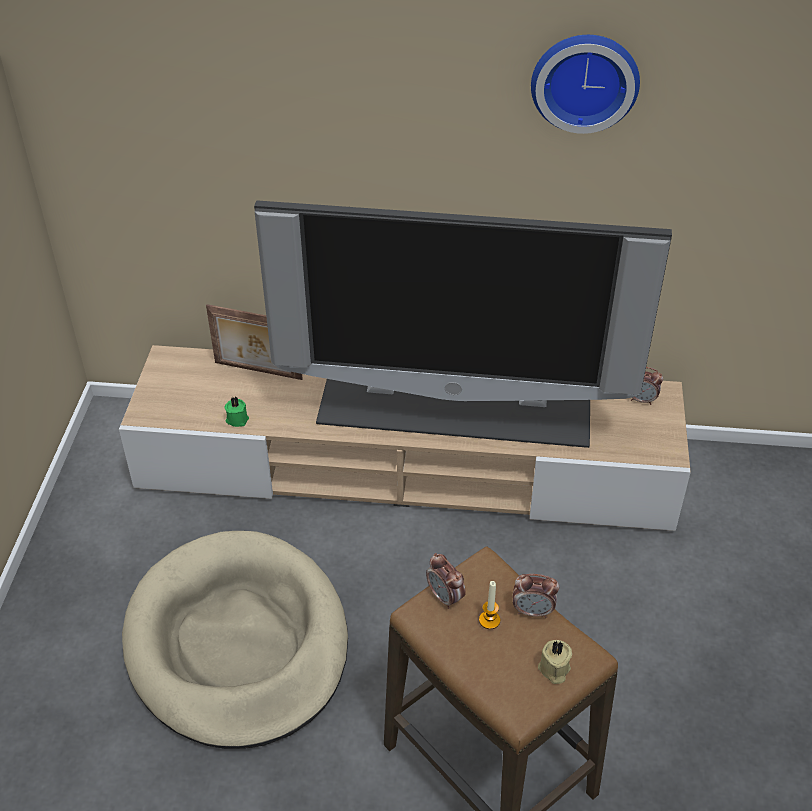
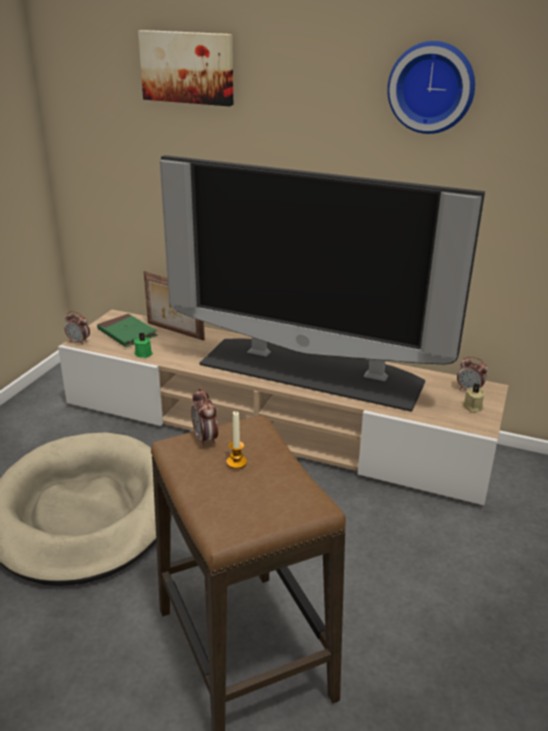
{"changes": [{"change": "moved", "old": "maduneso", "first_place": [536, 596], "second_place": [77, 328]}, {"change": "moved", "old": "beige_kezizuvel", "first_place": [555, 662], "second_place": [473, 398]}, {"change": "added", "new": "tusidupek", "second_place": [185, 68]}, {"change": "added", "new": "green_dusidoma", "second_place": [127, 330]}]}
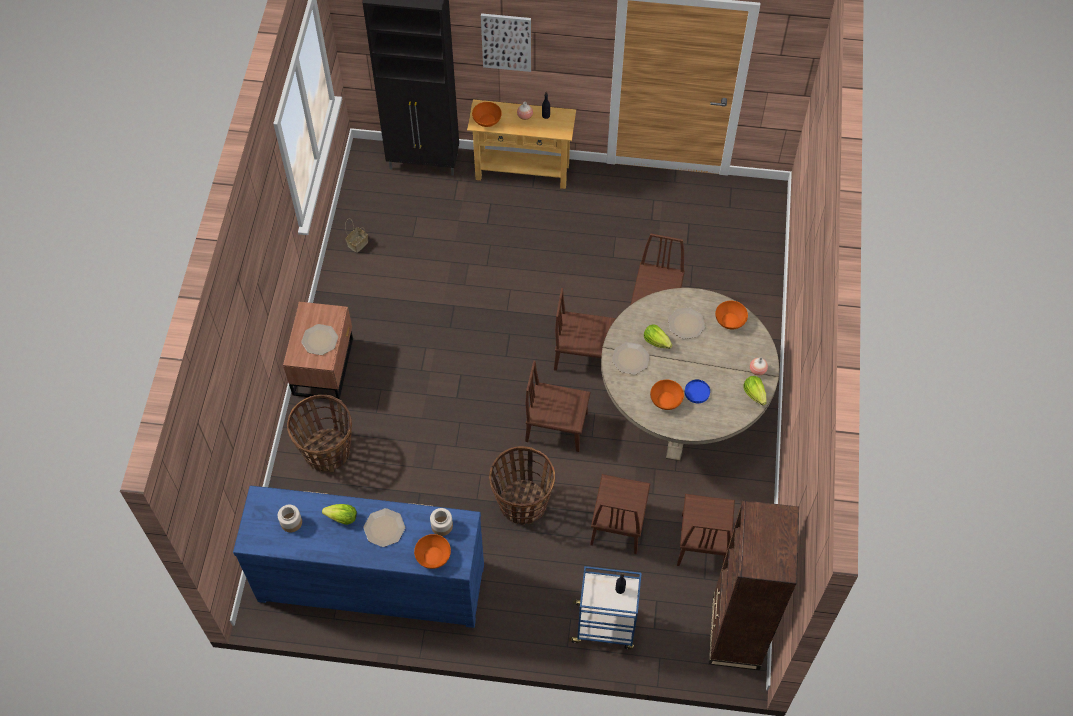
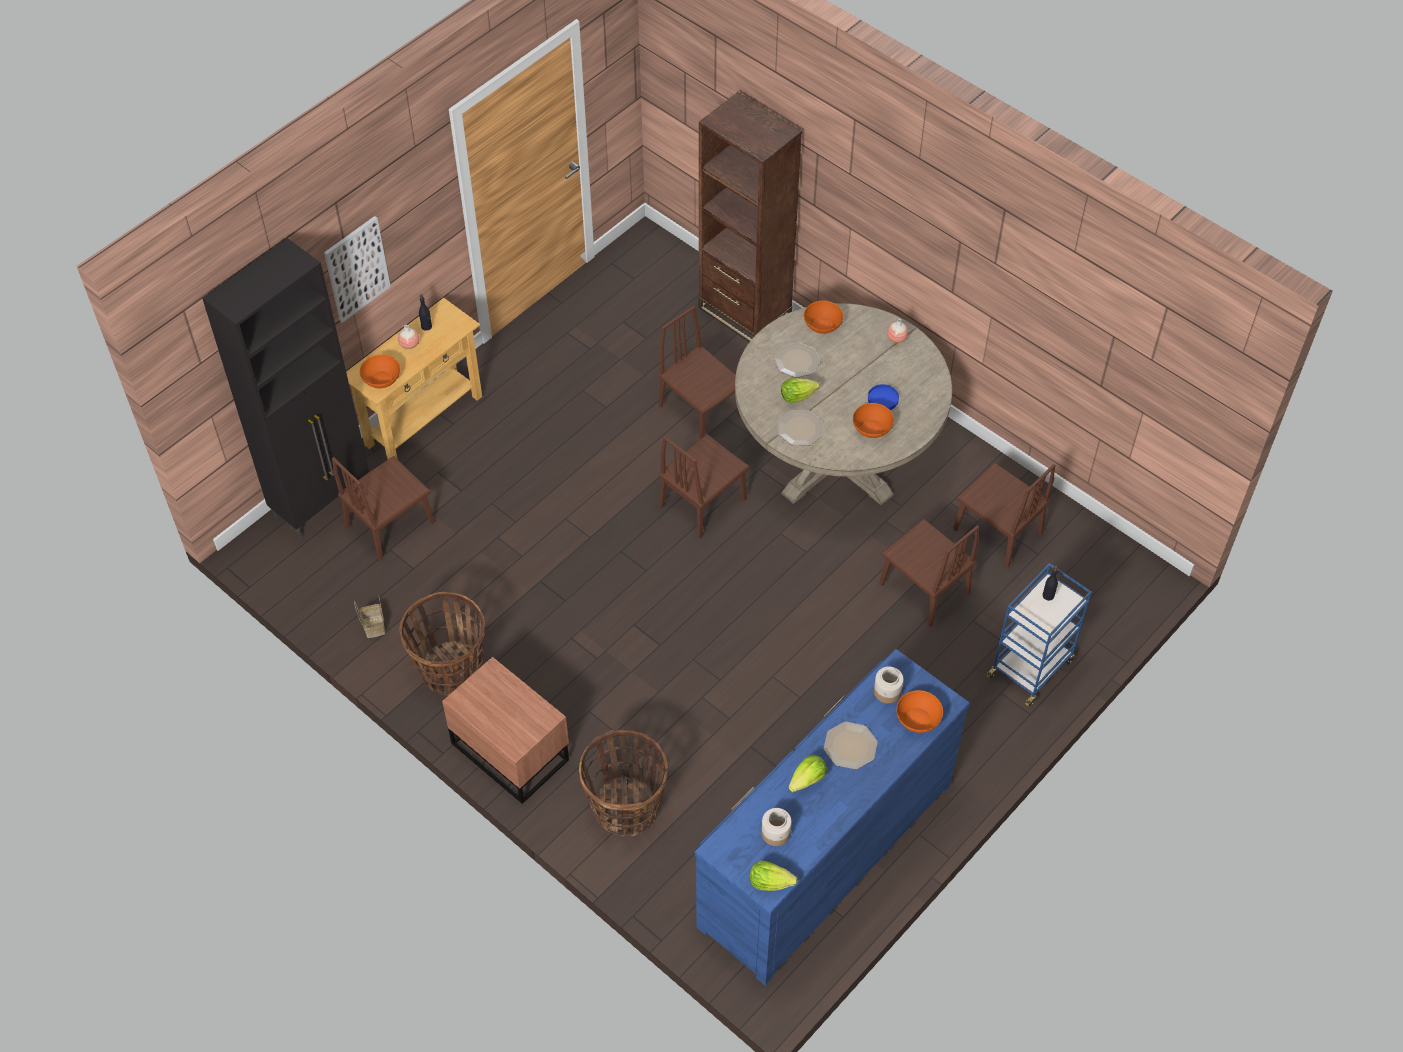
{"changes": [{"change": "removed", "old": "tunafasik", "first_place": [319, 339]}, {"change": "moved", "old": "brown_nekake", "first_place": [558, 406], "second_place": [383, 508]}, {"change": "moved", "old": "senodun", "first_place": [755, 390], "second_place": [773, 875]}, {"change": "moved", "old": "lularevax", "first_place": [522, 485], "second_place": [442, 644]}, {"change": "moved", "old": "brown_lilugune", "first_place": [754, 585], "second_place": [750, 217]}]}
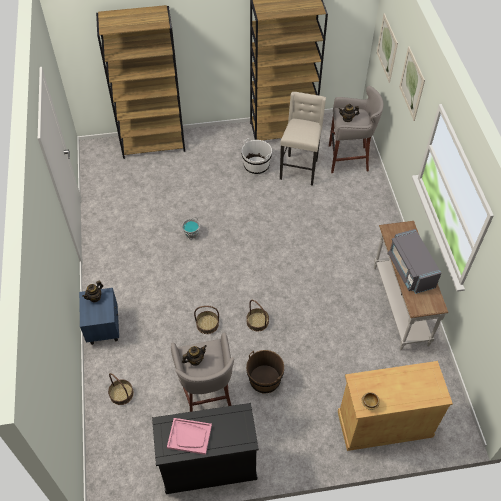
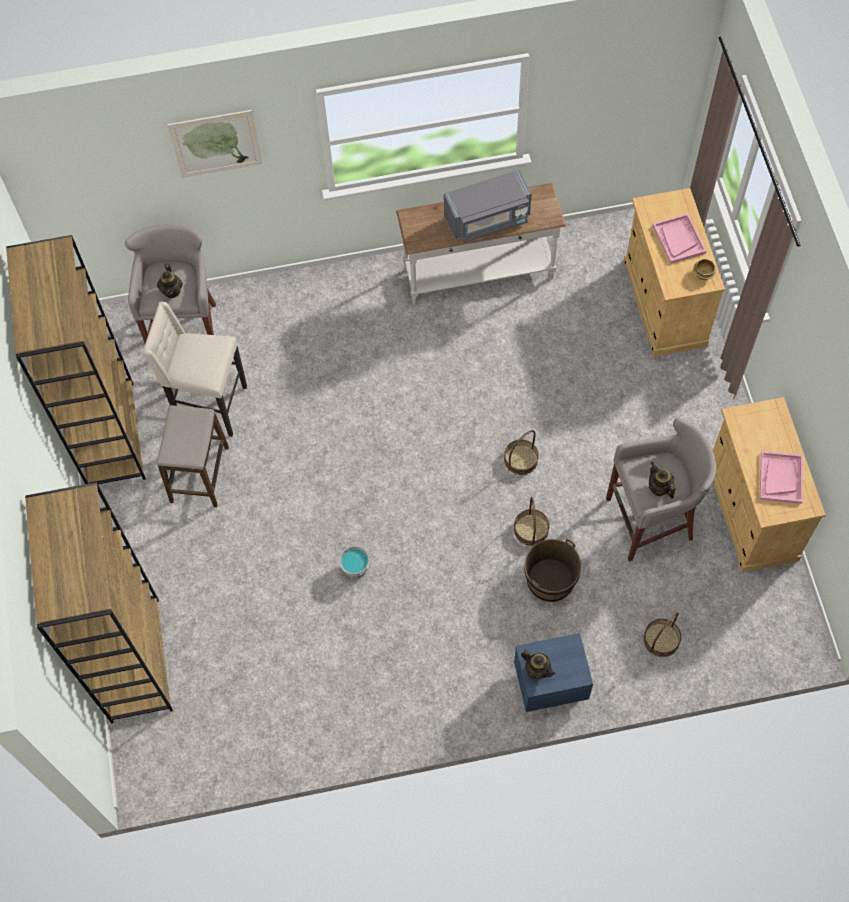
{"changes": [{"change": "removed", "old": "tusidupek", "first_place": [387, 48]}, {"change": "replaced", "old": "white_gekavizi", "new": "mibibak", "first_place": [257, 156], "second_place": [193, 456]}, {"change": "moved", "old": "brown_gekavizi", "first_place": [265, 372], "second_place": [552, 570]}, {"change": "recoloured", "old": "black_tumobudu", "new": "beige_tumobudu", "first_place": [205, 448], "second_place": [769, 484]}, {"change": "added", "new": "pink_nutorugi", "second_place": [679, 238]}]}
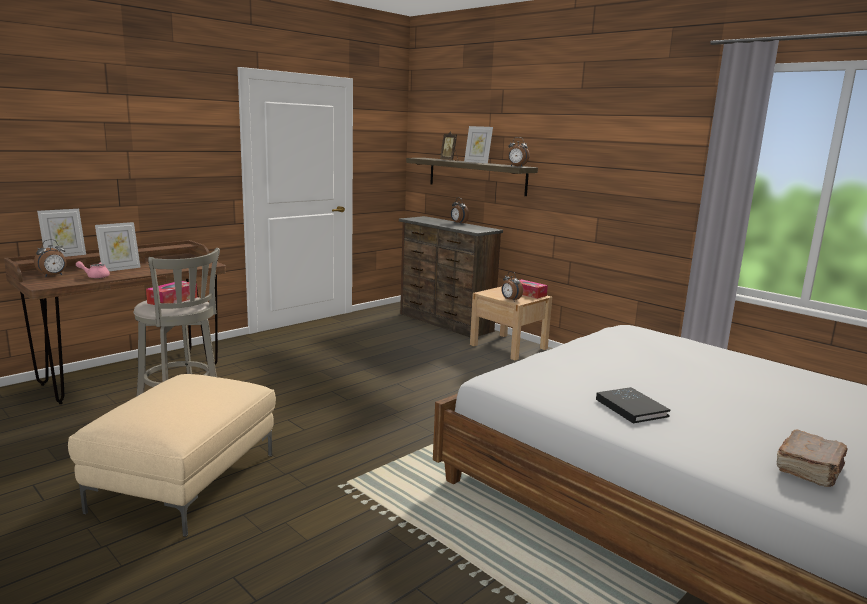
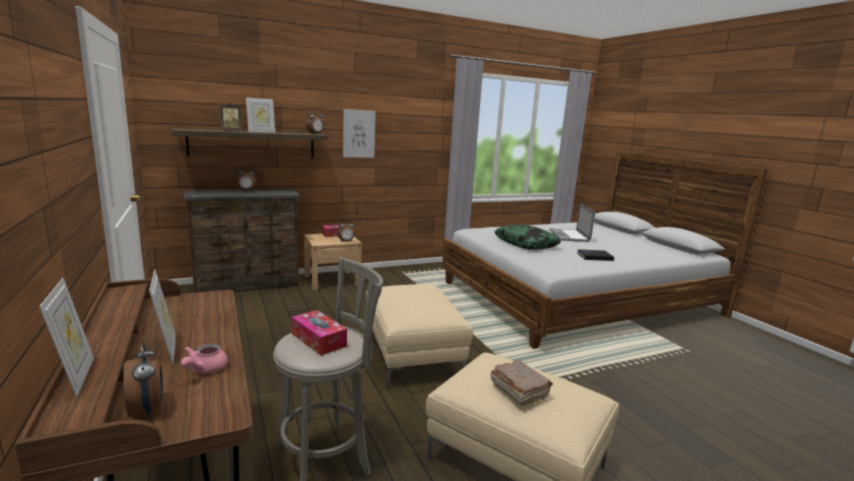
{"changes": [{"change": "moved", "old": "brown_dusidoma", "first_place": [812, 458], "second_place": [521, 382]}, {"change": "added", "new": "tusidupek", "second_place": [359, 133]}, {"change": "added", "new": "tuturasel", "second_place": [572, 222]}, {"change": "added", "new": "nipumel", "second_place": [528, 237]}, {"change": "added", "new": "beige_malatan", "second_place": [419, 336]}]}
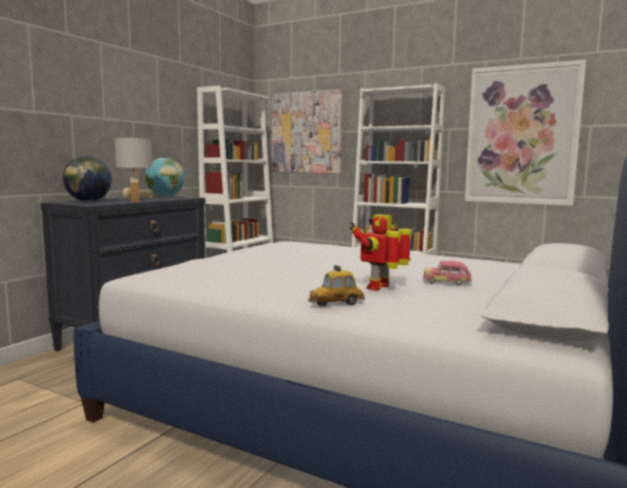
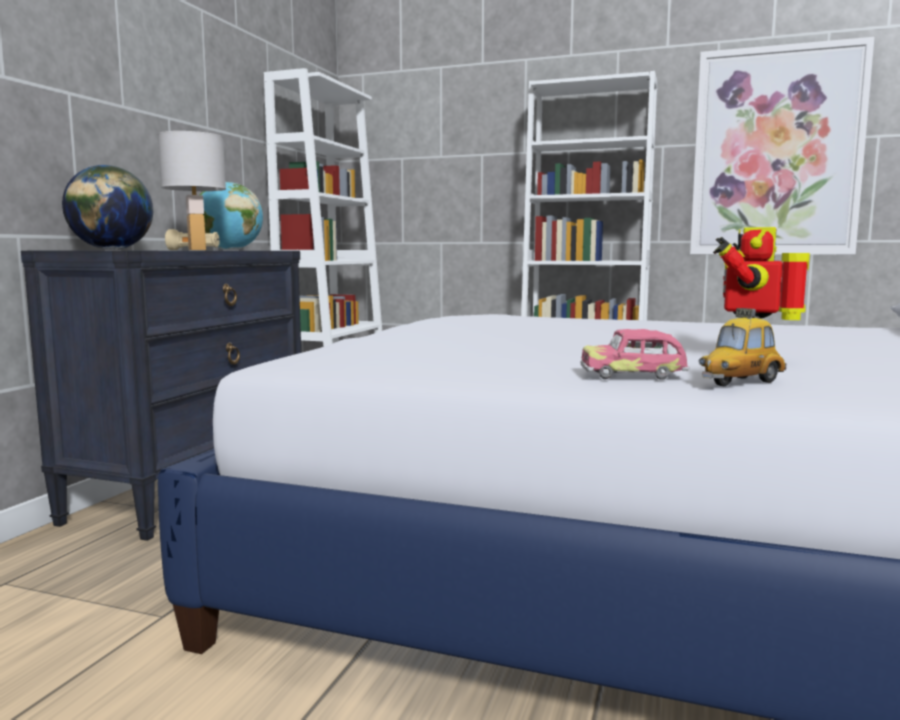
{"changes": [{"change": "removed", "old": "tusidupek", "first_place": [307, 131]}, {"change": "moved", "old": "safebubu", "first_place": [447, 273], "second_place": [635, 354]}]}
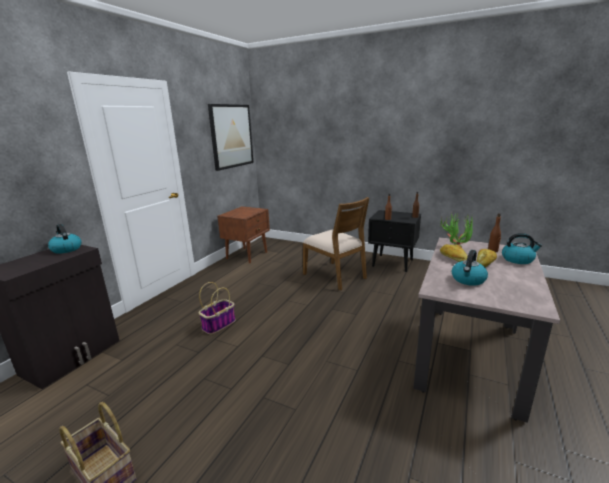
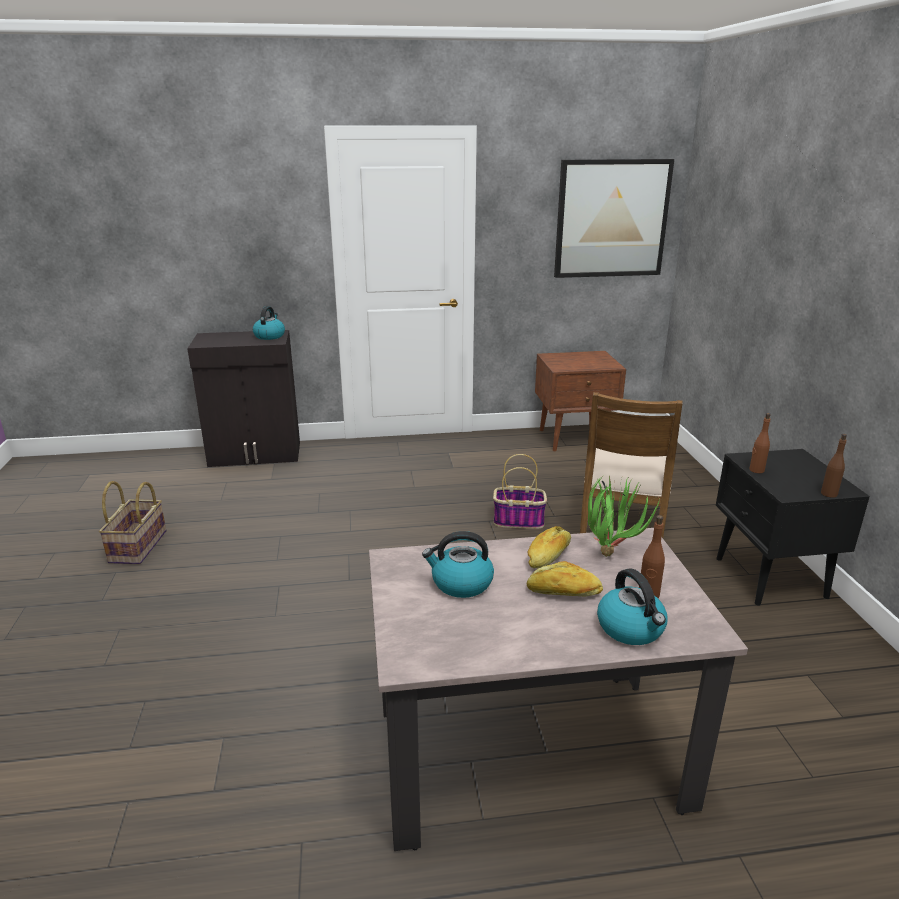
{"changes": [{"change": "moved", "old": "lularevax", "first_place": [217, 308], "second_place": [520, 491]}]}
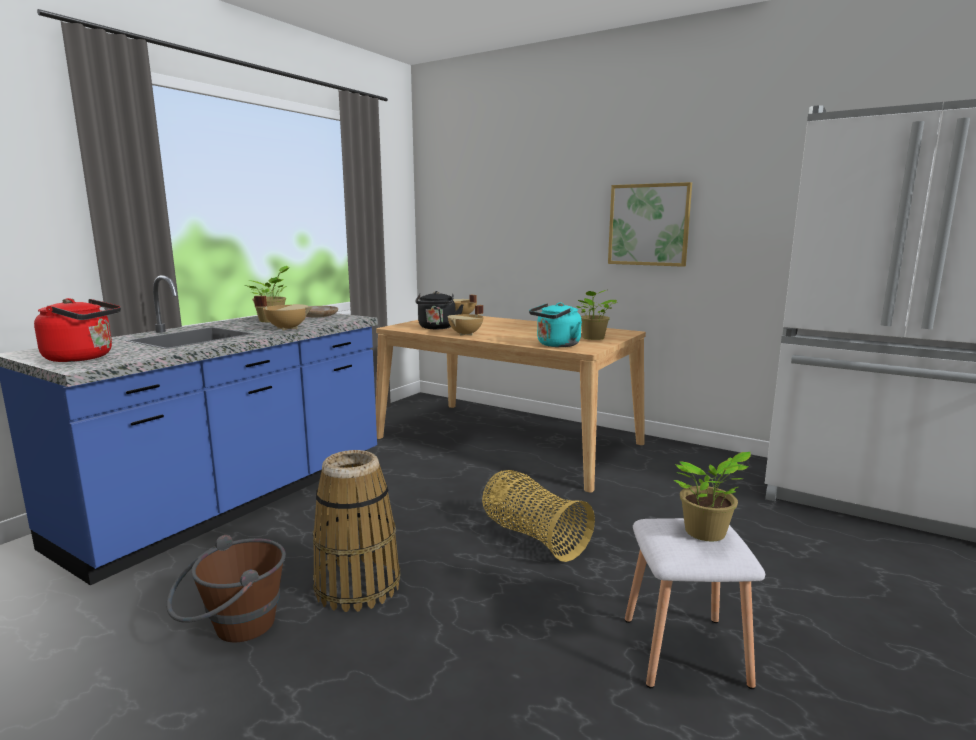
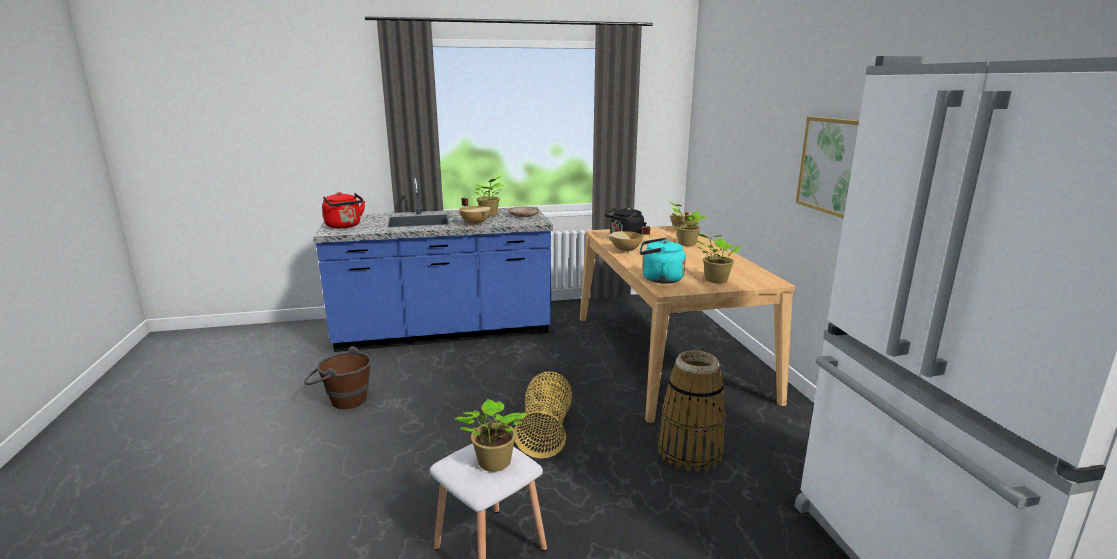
{"changes": [{"change": "moved", "old": "lularevax", "first_place": [357, 531], "second_place": [692, 411]}, {"change": "added", "new": "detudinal", "second_place": [687, 223]}]}
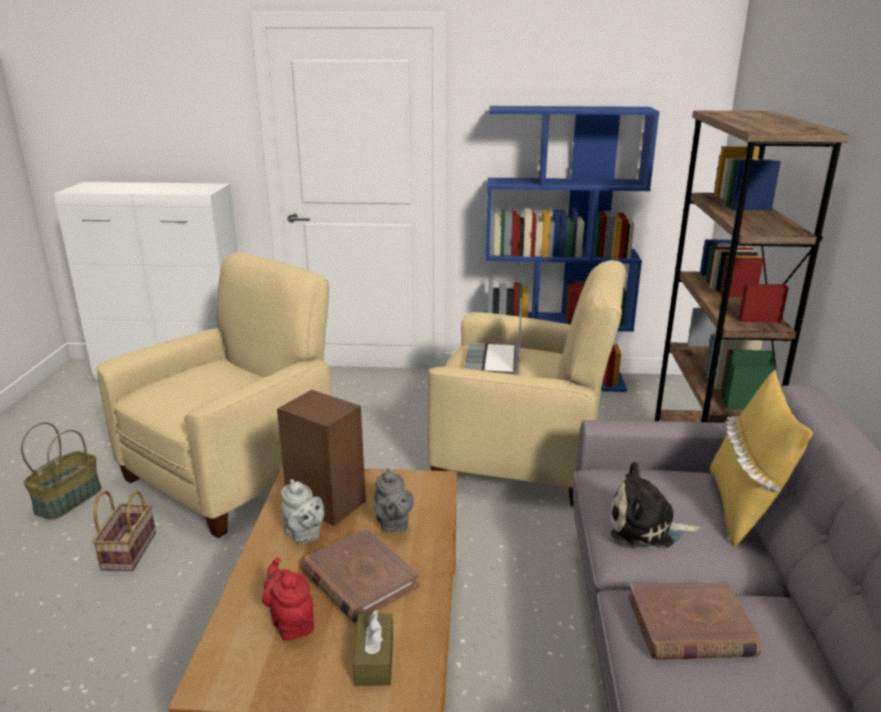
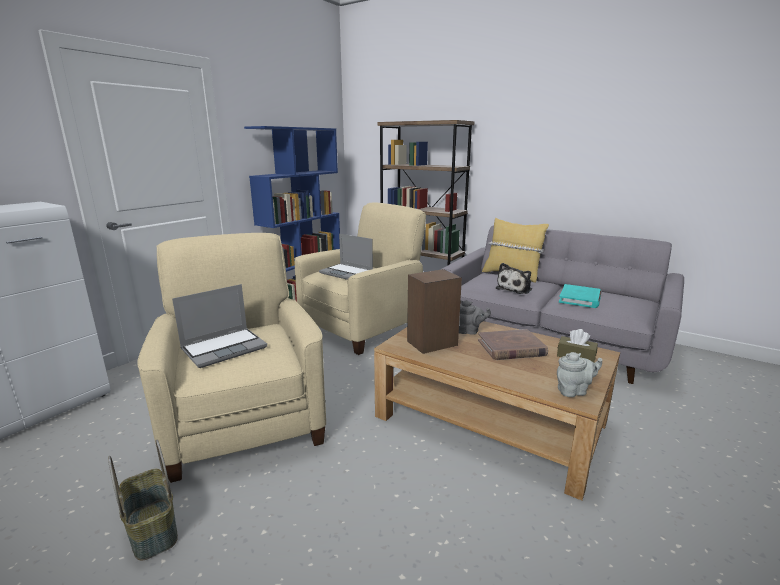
{"changes": [{"change": "moved", "old": "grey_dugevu", "first_place": [302, 511], "second_place": [579, 374]}, {"change": "removed", "old": "lularevax", "first_place": [124, 530]}, {"change": "removed", "old": "red_dugevu", "first_place": [288, 599]}, {"change": "recoloured", "old": "brown_dusidoma", "new": "turquoise_dusidoma", "first_place": [695, 620], "second_place": [580, 296]}, {"change": "added", "new": "tuturasel", "second_place": [219, 326]}]}
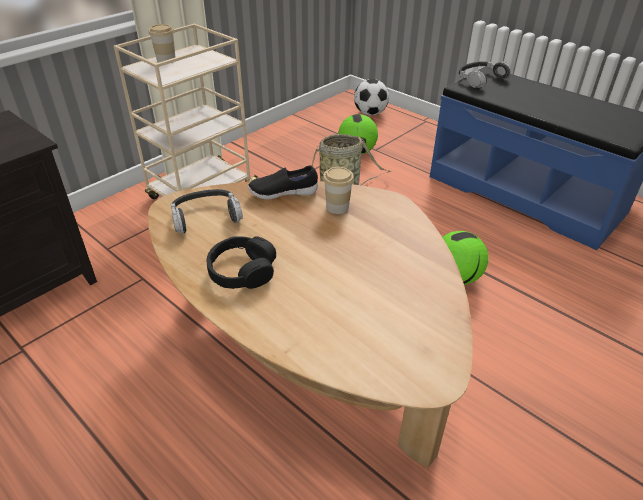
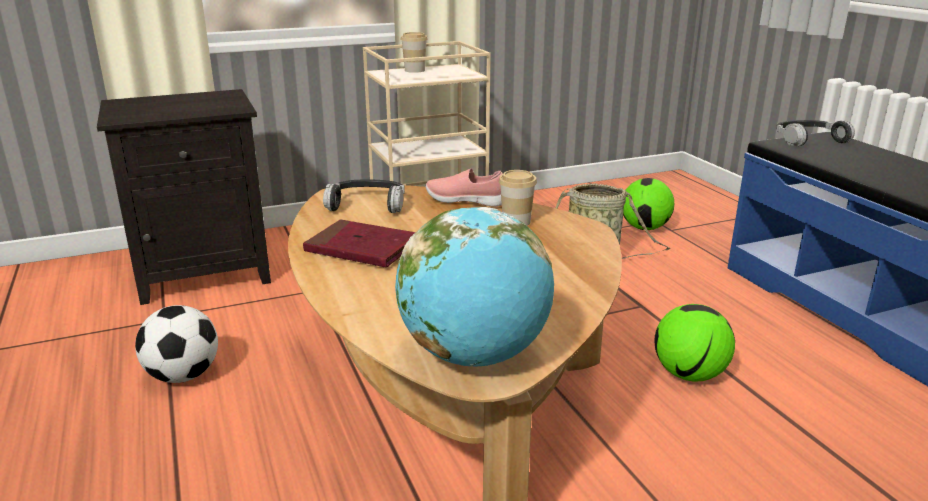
{"changes": [{"change": "moved", "old": "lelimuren", "first_place": [371, 97], "second_place": [176, 344]}, {"change": "recoloured", "old": "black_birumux", "new": "pink_birumux", "first_place": [283, 182], "second_place": [464, 187]}, {"change": "replaced", "old": "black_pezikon", "new": "red_dusidoma", "first_place": [241, 262], "second_place": [359, 243]}, {"change": "added", "new": "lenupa", "second_place": [474, 287]}]}
